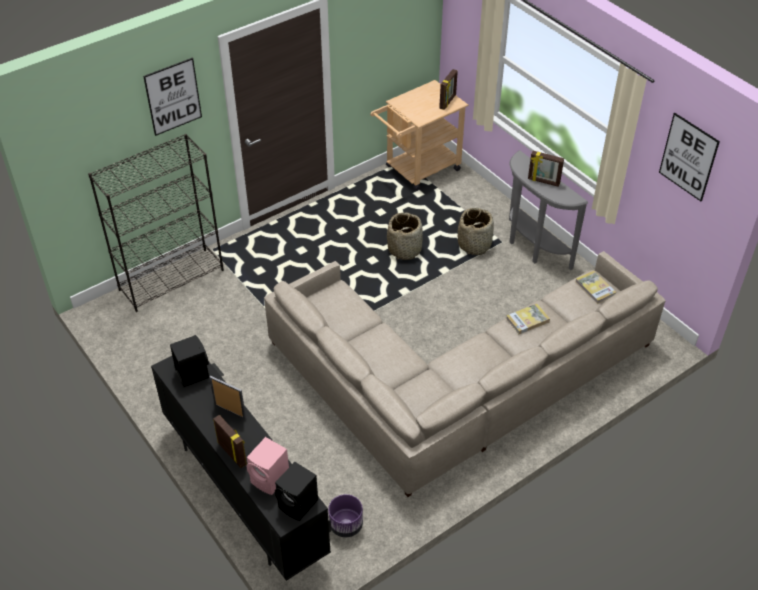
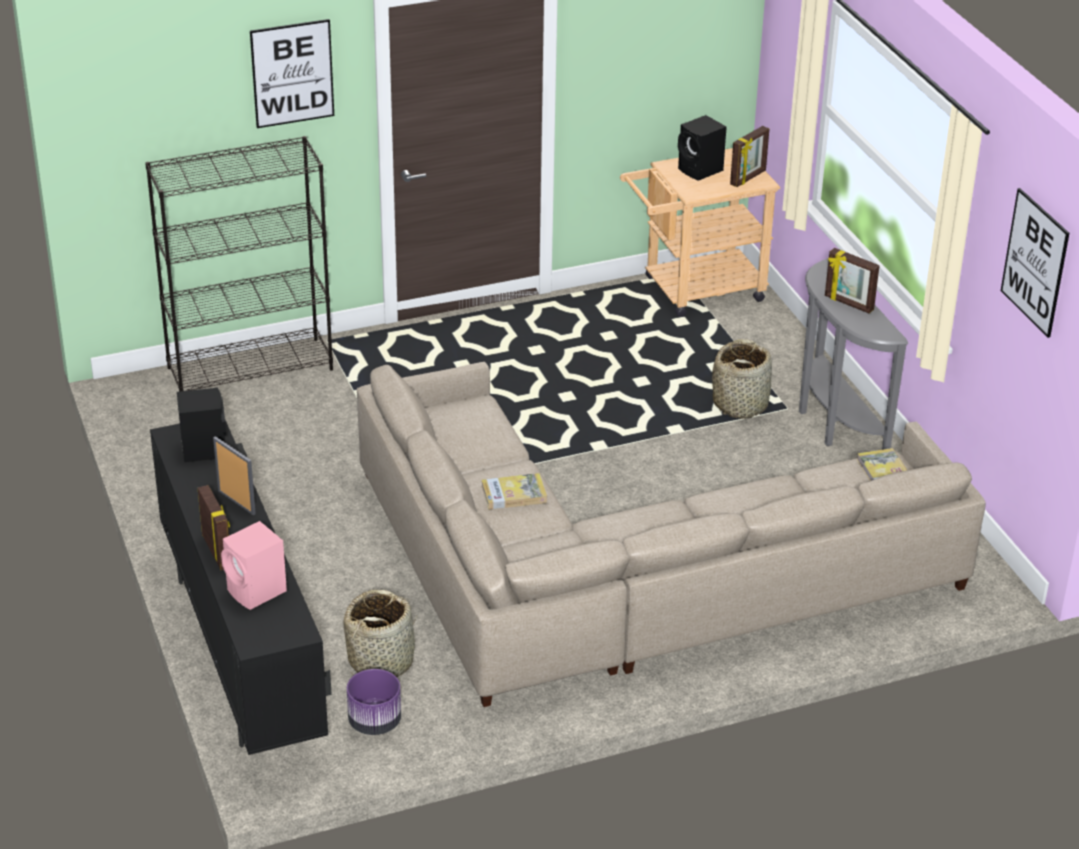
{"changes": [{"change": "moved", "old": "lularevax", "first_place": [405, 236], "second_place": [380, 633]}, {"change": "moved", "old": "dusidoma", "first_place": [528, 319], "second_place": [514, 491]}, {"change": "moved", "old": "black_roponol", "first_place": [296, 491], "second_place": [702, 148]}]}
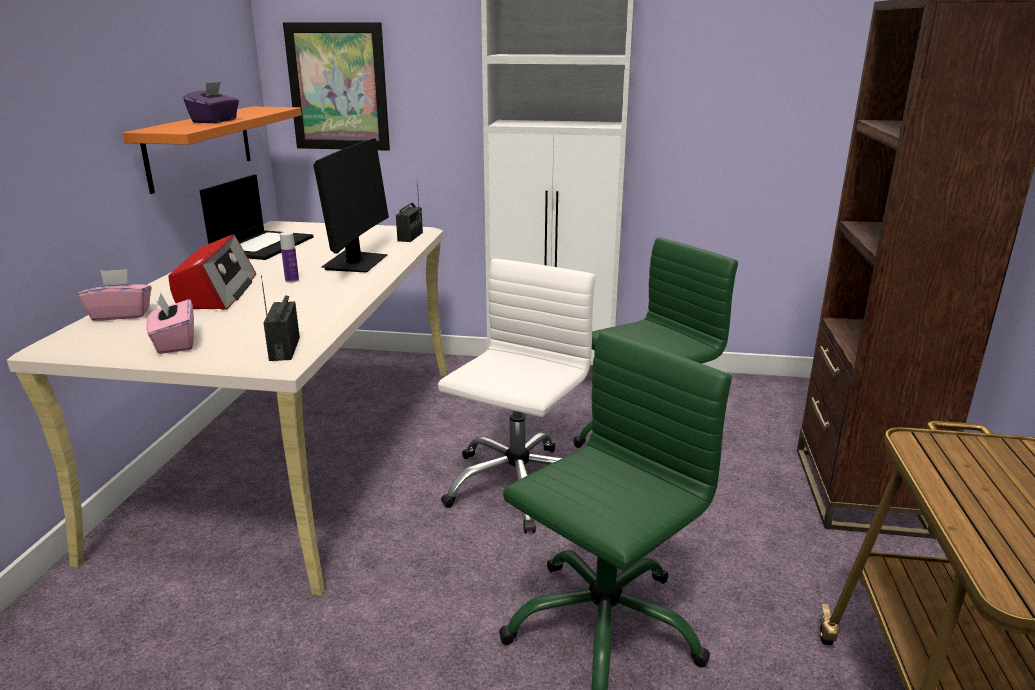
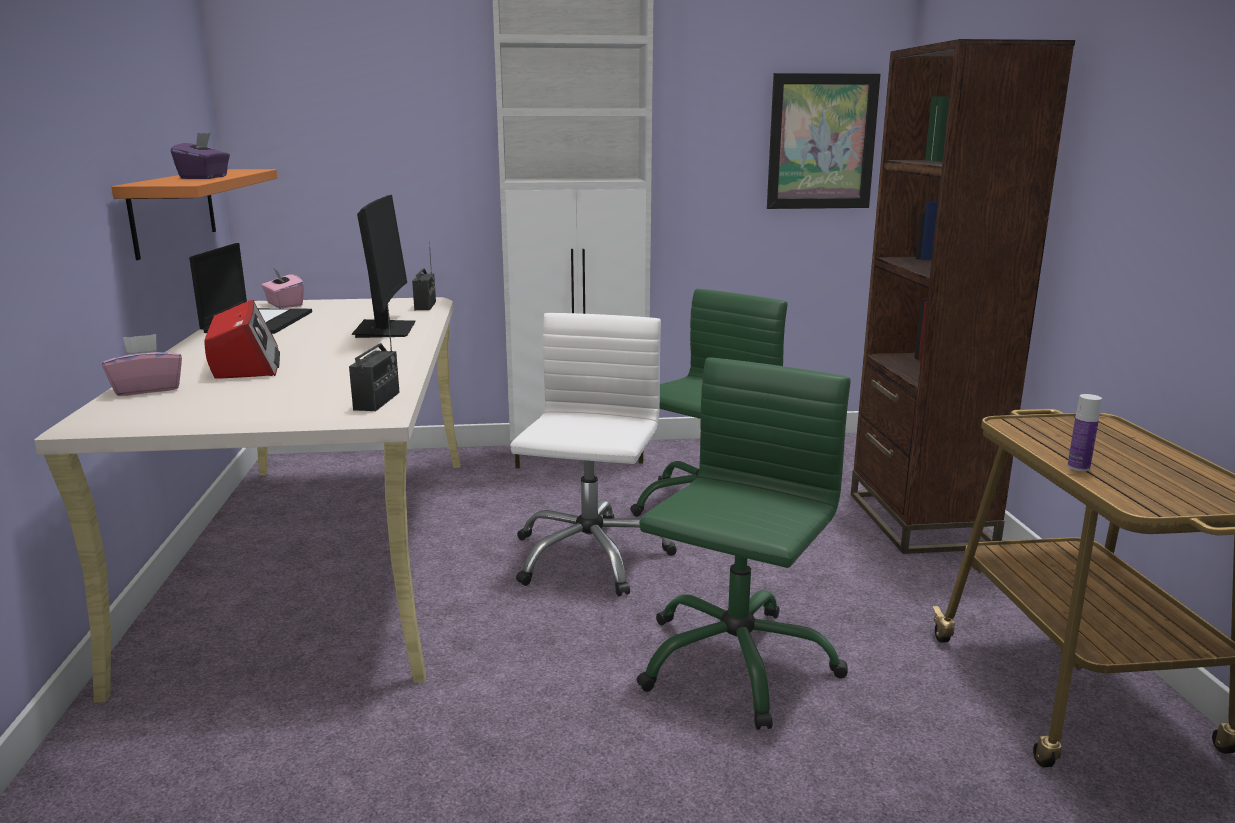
{"changes": [{"change": "moved", "old": "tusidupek", "first_place": [336, 86], "second_place": [824, 141]}, {"change": "moved", "old": "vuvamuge", "first_place": [289, 257], "second_place": [1084, 432]}, {"change": "turned", "old": "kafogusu", "first_place": [280, 318], "second_place": [374, 357], "degrees": -150}, {"change": "moved", "old": "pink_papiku", "first_place": [170, 323], "second_place": [282, 288]}]}
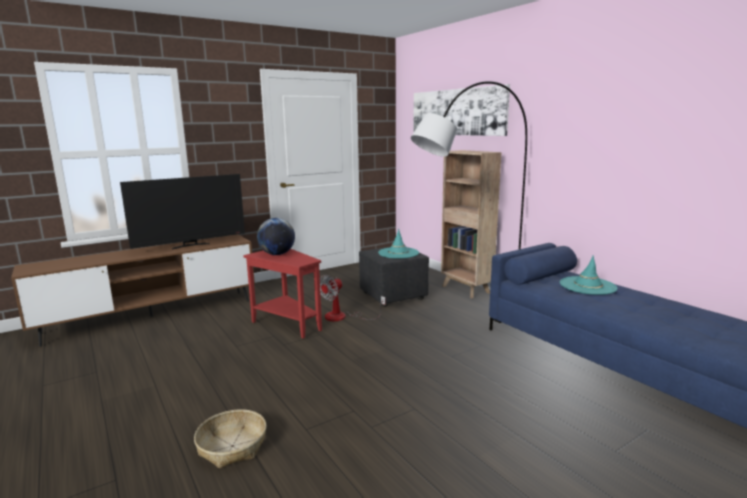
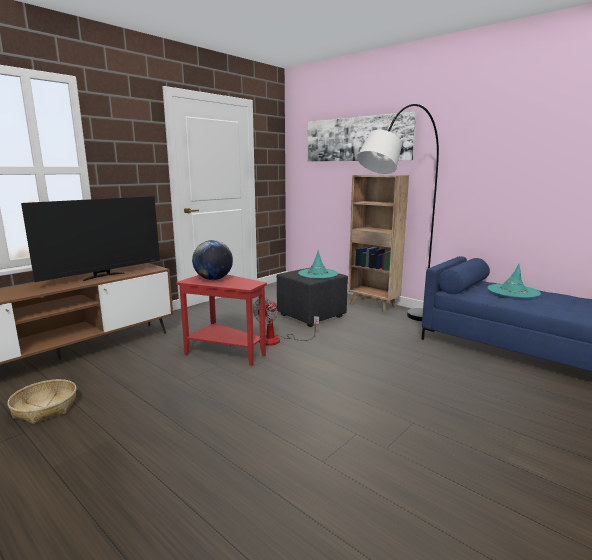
{"changes": [{"change": "moved", "old": "lularevax", "first_place": [230, 439], "second_place": [42, 401]}]}
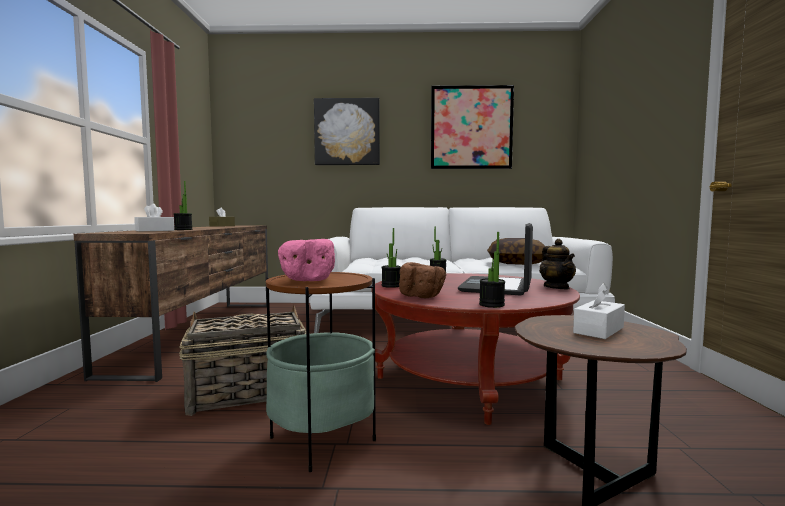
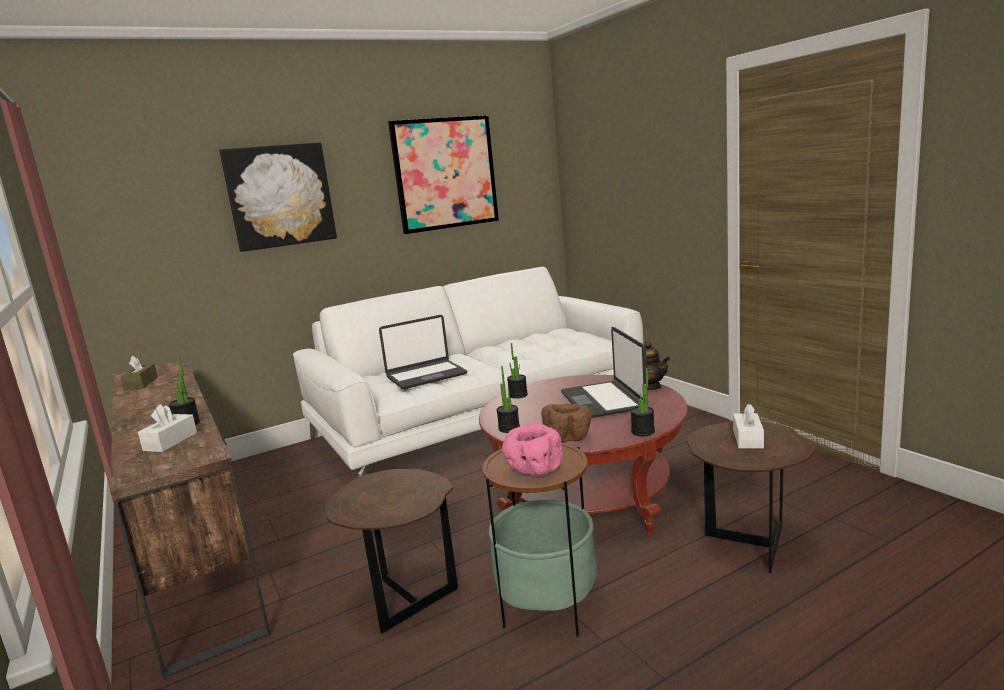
{"changes": [{"change": "removed", "old": "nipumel", "first_place": [516, 251]}, {"change": "replaced", "old": "lularevax", "new": "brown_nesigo", "first_place": [242, 360], "second_place": [391, 551]}, {"change": "added", "new": "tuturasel", "second_place": [423, 352]}]}
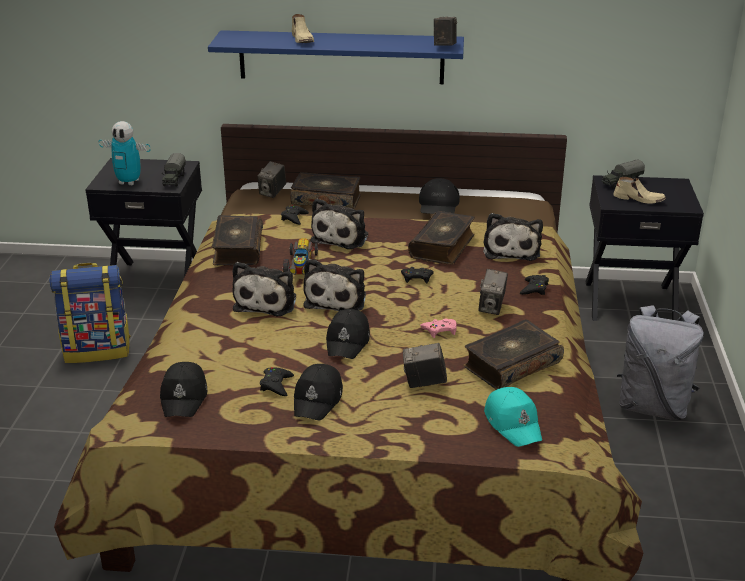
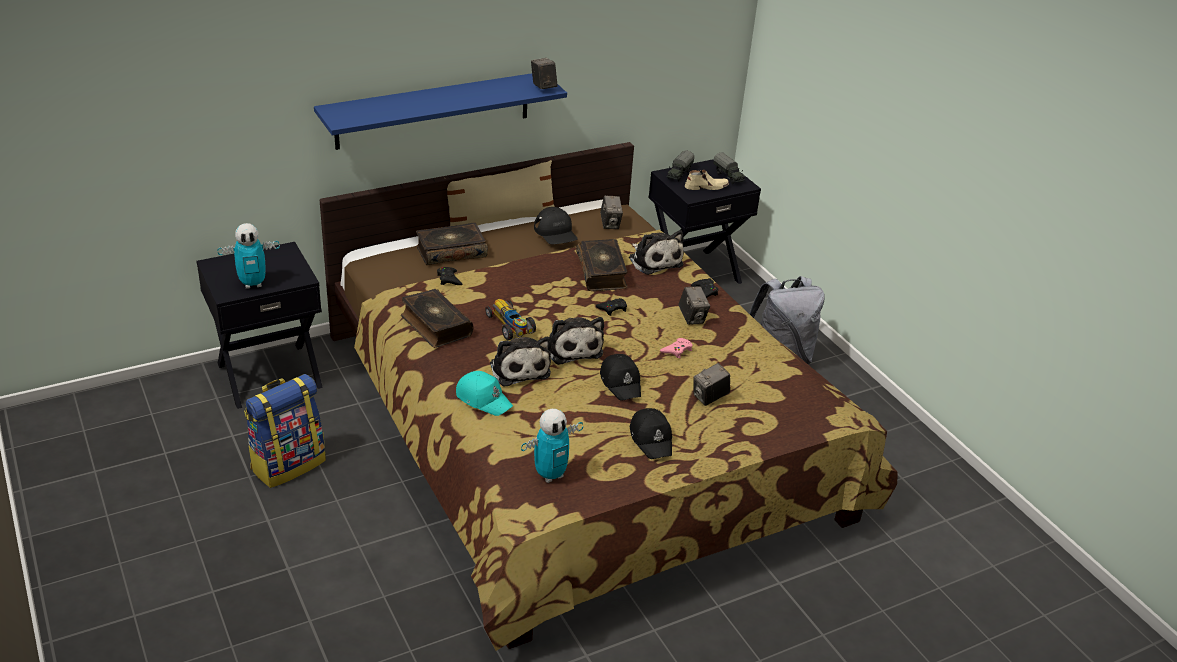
{"changes": [{"change": "removed", "old": "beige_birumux", "first_place": [303, 28]}, {"change": "moved", "old": "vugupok", "first_place": [174, 169], "second_place": [729, 168]}, {"change": "moved", "old": "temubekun", "first_place": [271, 179], "second_place": [611, 212]}, {"change": "removed", "old": "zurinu", "first_place": [339, 223]}, {"change": "removed", "old": "dusidoma", "first_place": [513, 354]}, {"change": "replaced", "old": "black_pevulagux", "new": "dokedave", "first_place": [183, 389], "second_place": [552, 446]}, {"change": "removed", "old": "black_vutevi", "first_place": [277, 381]}, {"change": "moved", "old": "turquoise_pevulagux", "first_place": [513, 417], "second_place": [484, 393]}, {"change": "added", "new": "beige_nipumel", "second_place": [501, 193]}]}
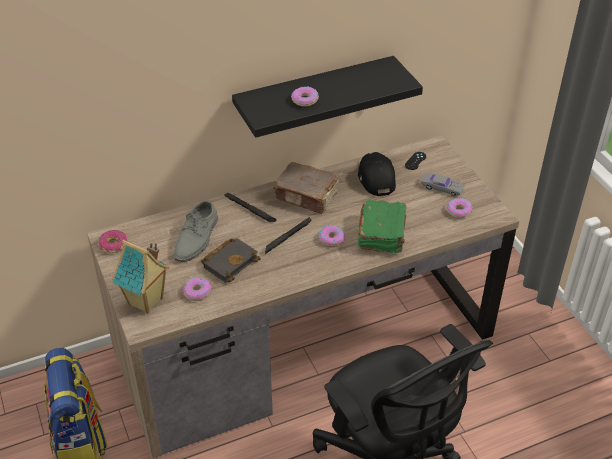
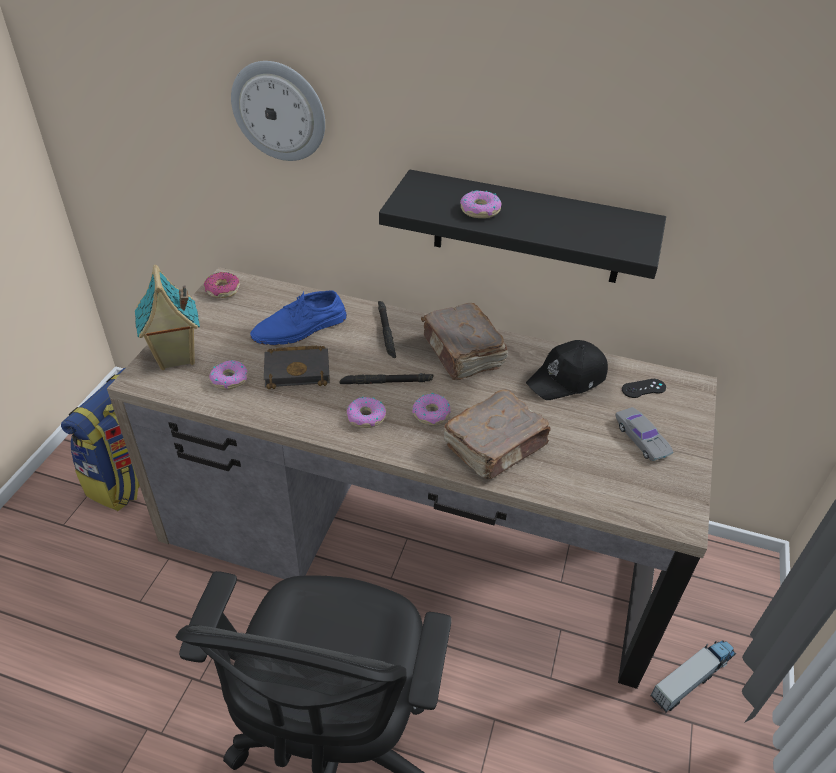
{"changes": [{"change": "turned", "old": "black_pevulagux", "first_place": [377, 174], "second_place": [567, 370], "degrees": -150}, {"change": "moved", "old": "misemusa", "first_place": [459, 208], "second_place": [366, 412]}, {"change": "recoloured", "old": "green_dusidoma", "new": "brown_dusidoma", "first_place": [382, 226], "second_place": [497, 434]}, {"change": "recoloured", "old": "grey_birumux", "new": "blue_birumux", "first_place": [195, 231], "second_place": [298, 317]}, {"change": "added", "new": "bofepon", "second_place": [278, 111]}, {"change": "added", "new": "vugupok", "second_place": [693, 676]}]}
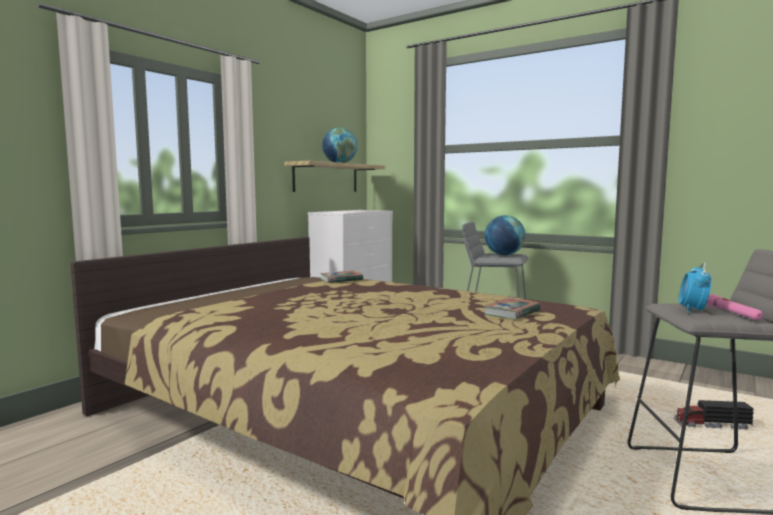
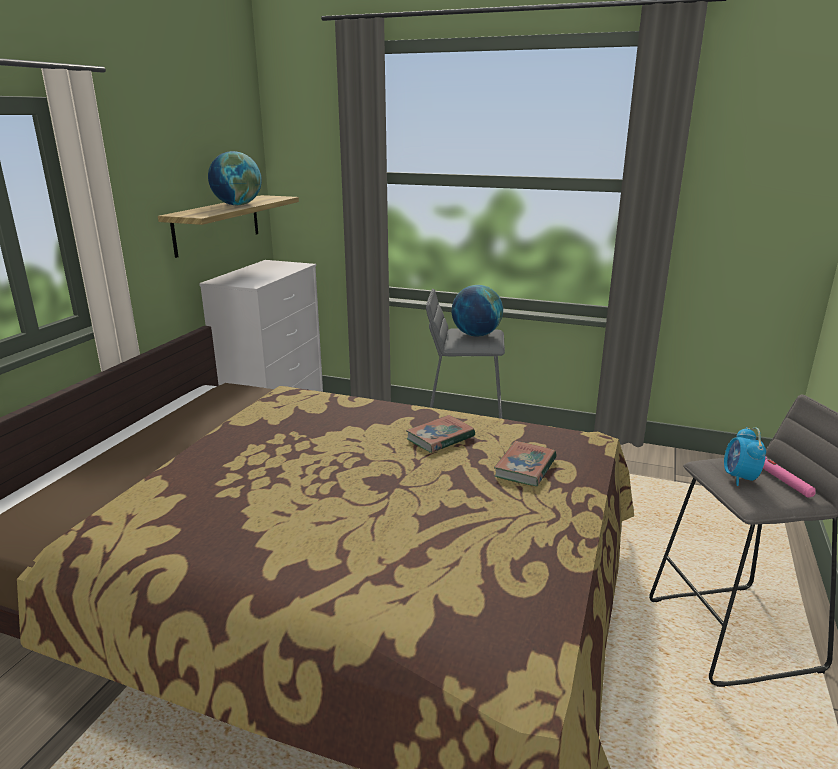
{"changes": [{"change": "moved", "old": "dusidoma", "first_place": [341, 276], "second_place": [440, 434]}, {"change": "removed", "old": "vugupok", "first_place": [714, 415]}]}
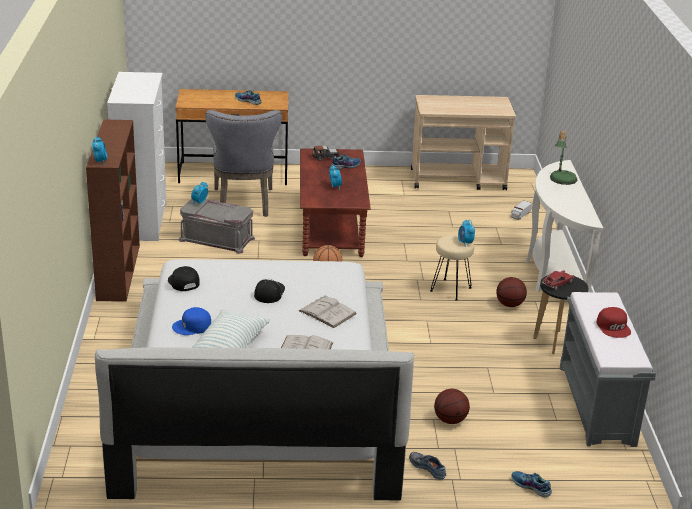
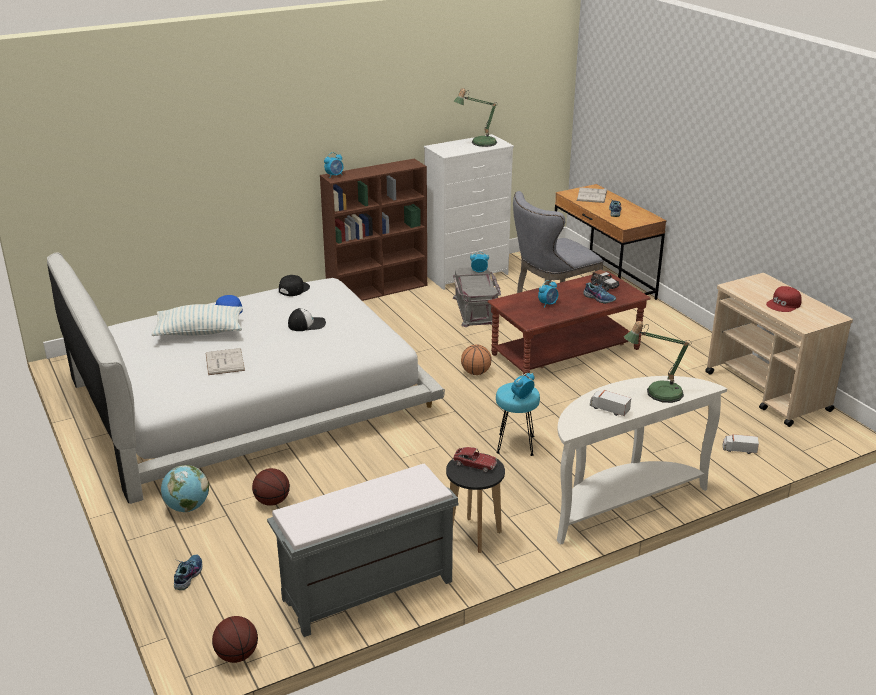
{"changes": [{"change": "recoloured", "old": "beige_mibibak", "new": "turquoise_mibibak", "first_place": [452, 268], "second_place": [518, 419]}, {"change": "moved", "old": "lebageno", "first_place": [511, 292], "second_place": [235, 639]}, {"change": "moved", "old": "white_dusidoma", "first_place": [328, 312], "second_place": [592, 195]}, {"change": "moved", "old": "red_pevulagux", "first_place": [614, 322], "second_place": [784, 299]}, {"change": "replaced", "old": "birumux", "new": "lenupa", "first_place": [427, 466], "second_place": [185, 488]}, {"change": "added", "new": "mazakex", "second_place": [476, 117]}, {"change": "added", "new": "vugupok", "second_place": [610, 403]}]}
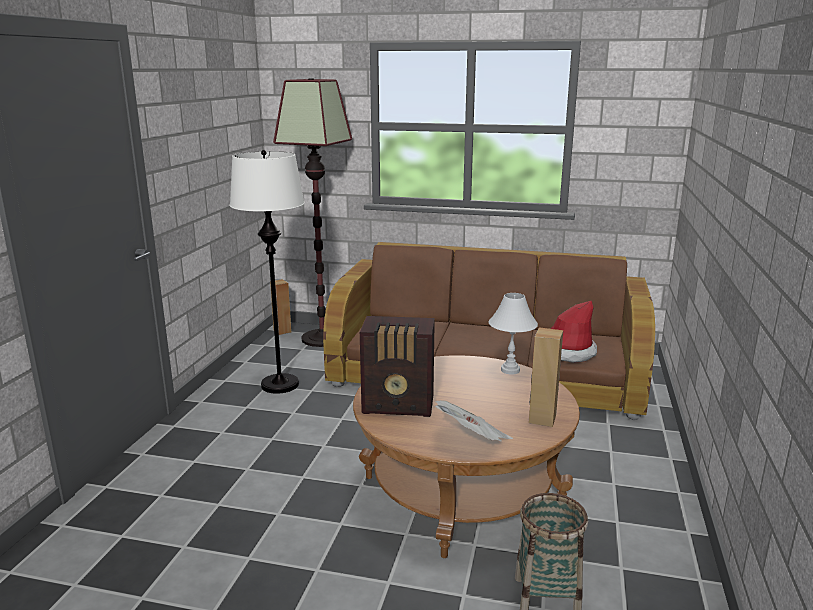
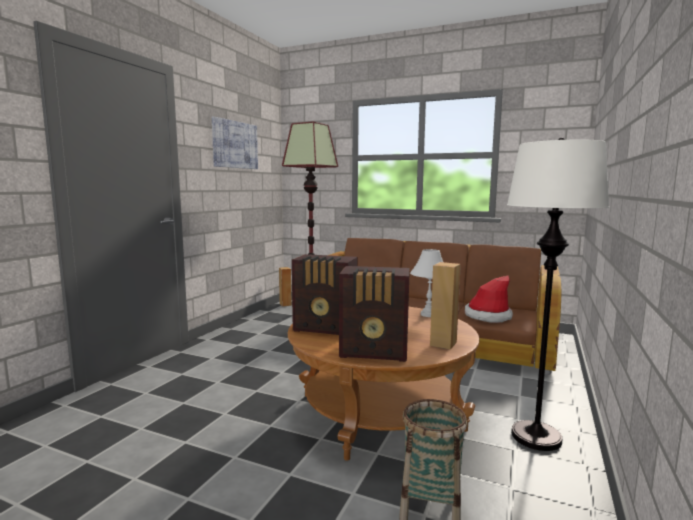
{"changes": [{"change": "moved", "old": "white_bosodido", "first_place": [267, 272], "second_place": [558, 294]}, {"change": "replaced", "old": "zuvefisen", "new": "kafogusu", "first_place": [474, 421], "second_place": [374, 314]}, {"change": "added", "new": "tusidupek", "second_place": [235, 142]}]}
